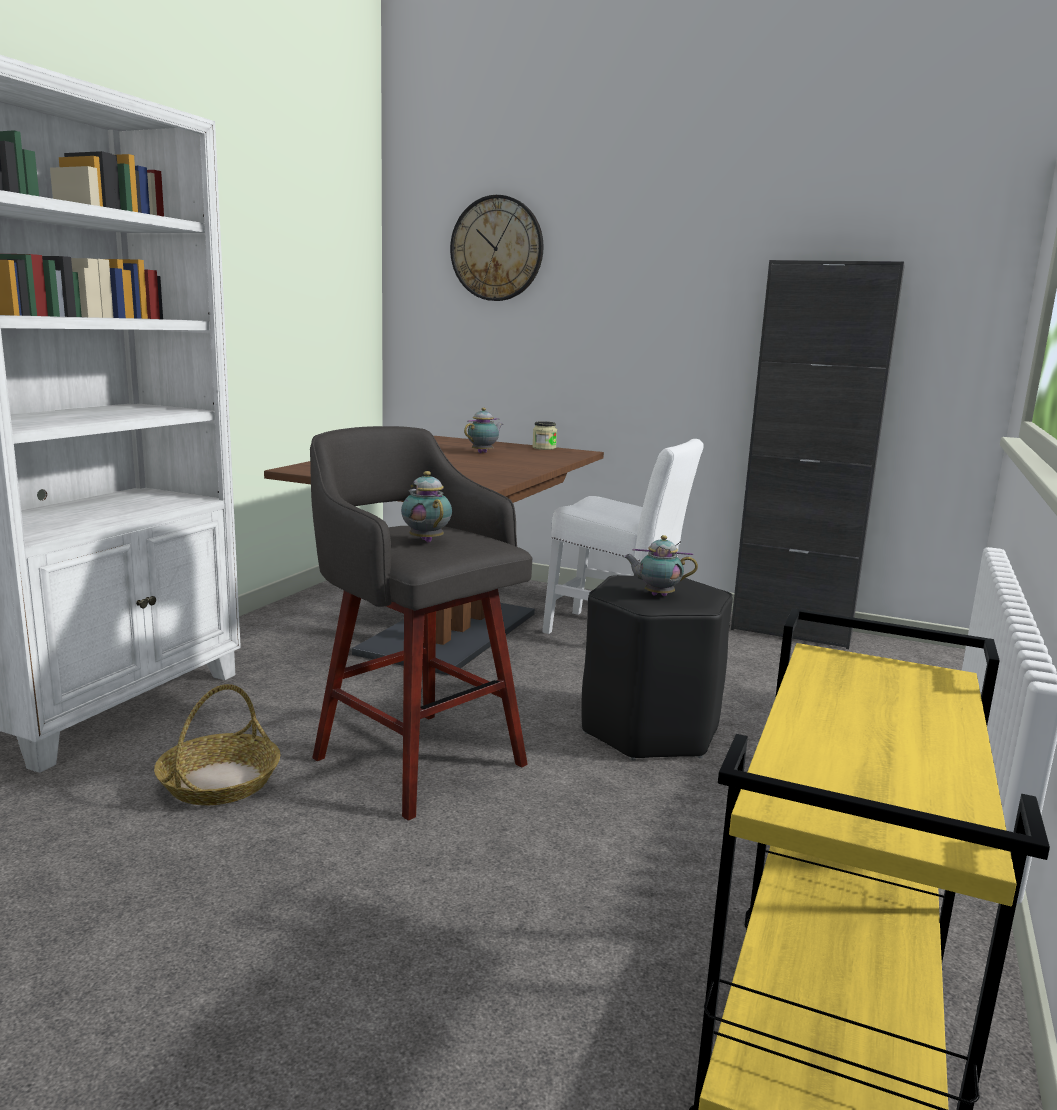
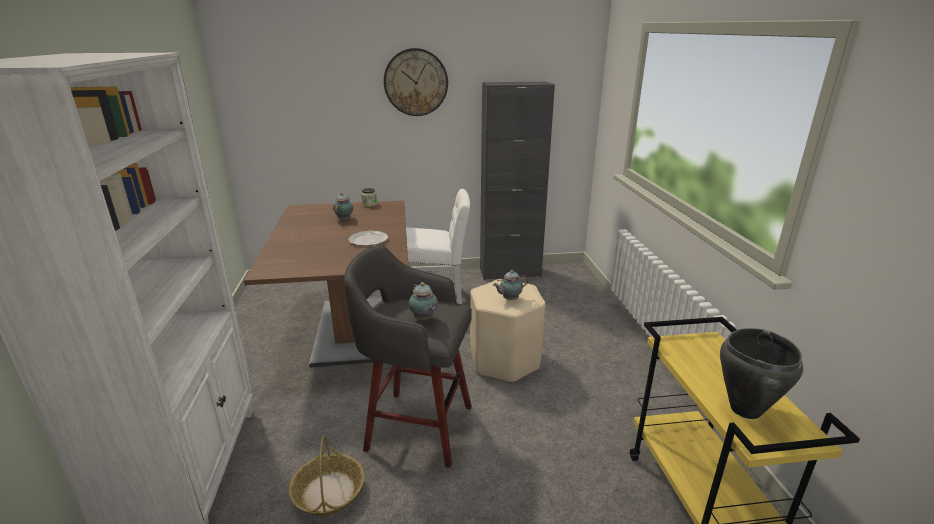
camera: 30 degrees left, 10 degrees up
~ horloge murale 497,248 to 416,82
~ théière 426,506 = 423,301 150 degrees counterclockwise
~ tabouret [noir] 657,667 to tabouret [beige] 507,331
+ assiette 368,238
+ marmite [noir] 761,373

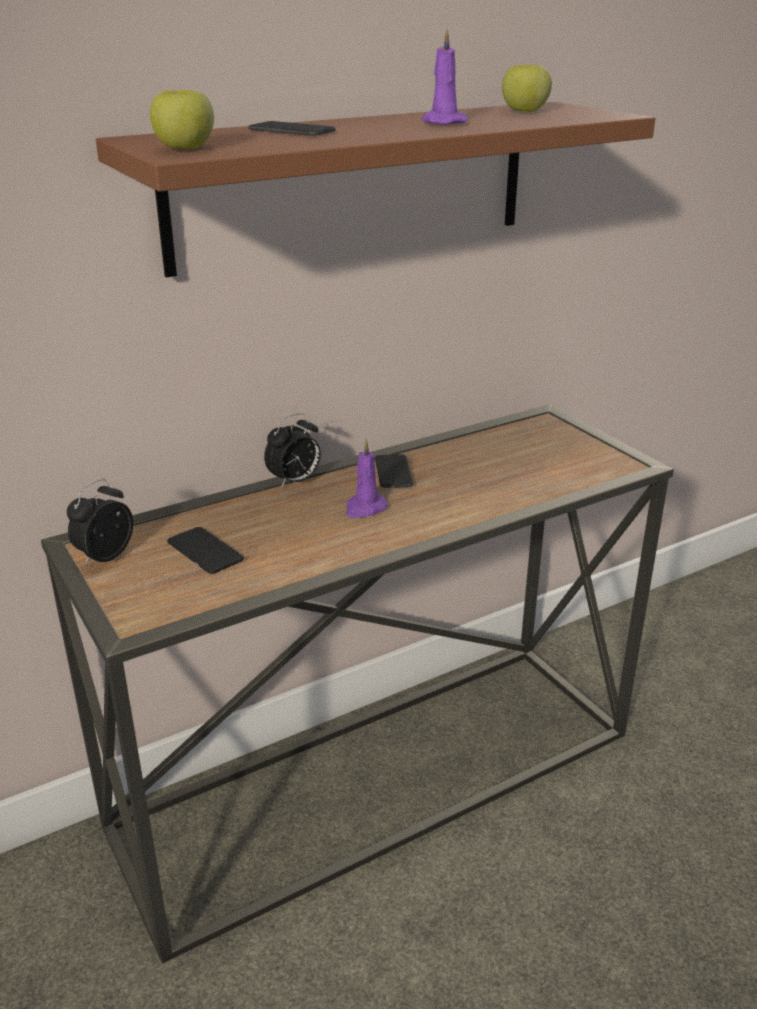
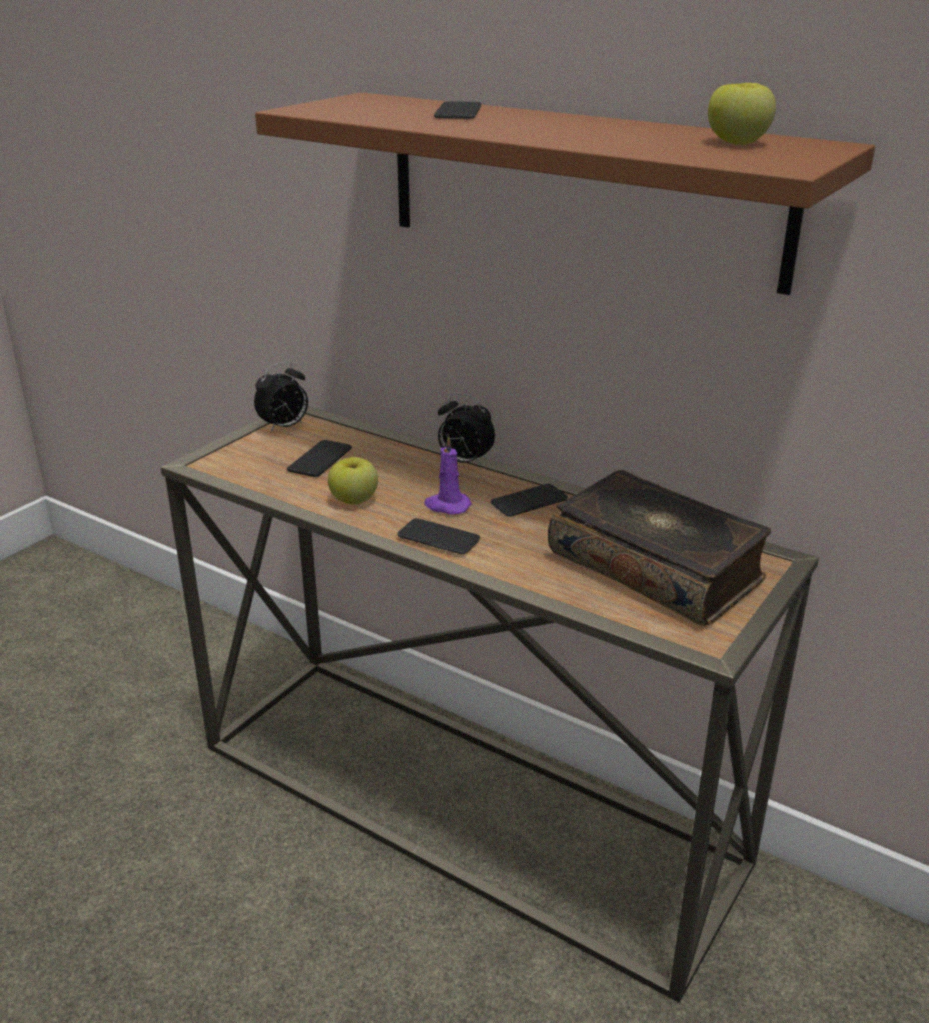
camera: 65 degrees right, 0 degrees up
- bougie [violet] 445,77
~ pomme 182,119 to 353,481
~ réveil 100,522 = 281,397 135 degrees clockwise
+ livre 659,548
+ téléphone 438,536

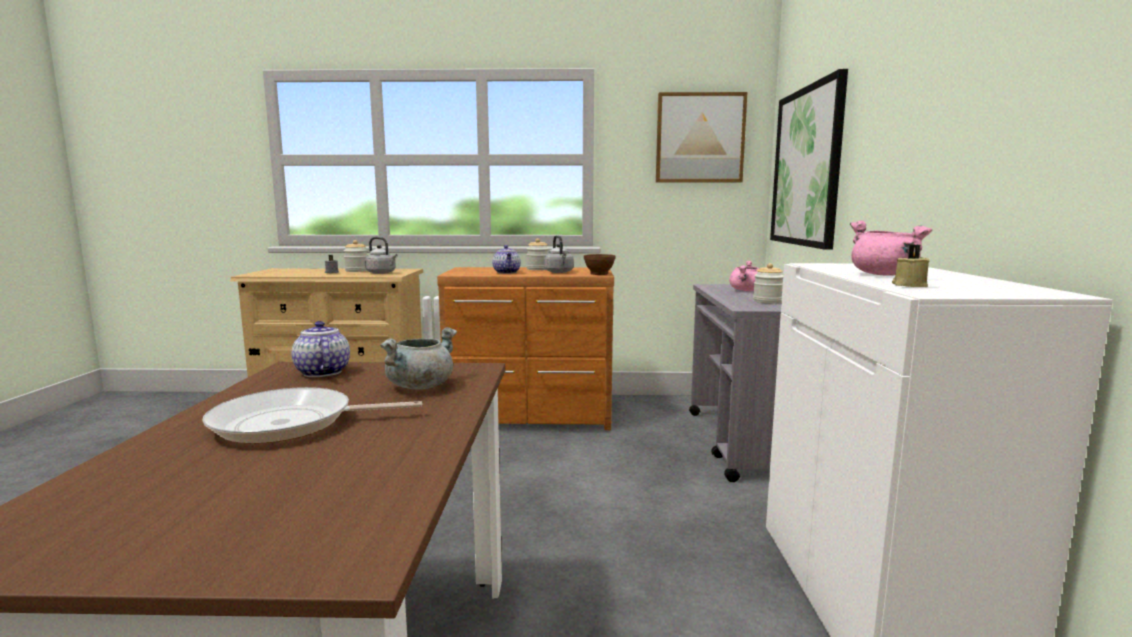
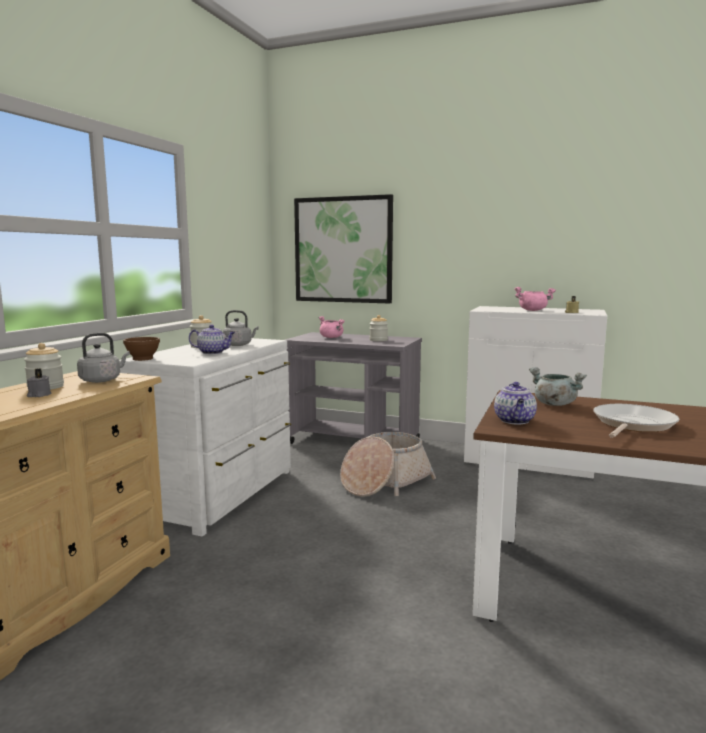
camera: 70 degrees left, 0 degrees up
- tableau 701,137
~ bol [marron] 599,264 to 141,349
~ commode [marron] 525,348 to commode [blanc] 205,437
~ théière 321,349 = 515,403 75 degrees counterclockwise
~ poêle 312,415 = 636,421 150 degrees counterclockwise
+ panier 388,464

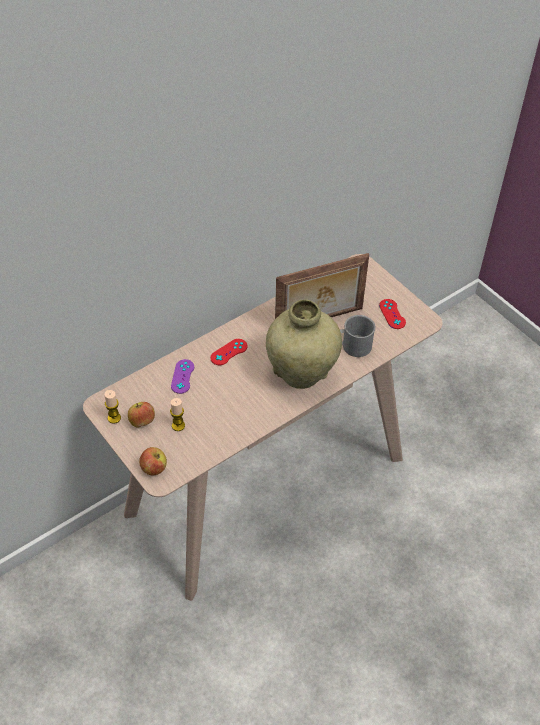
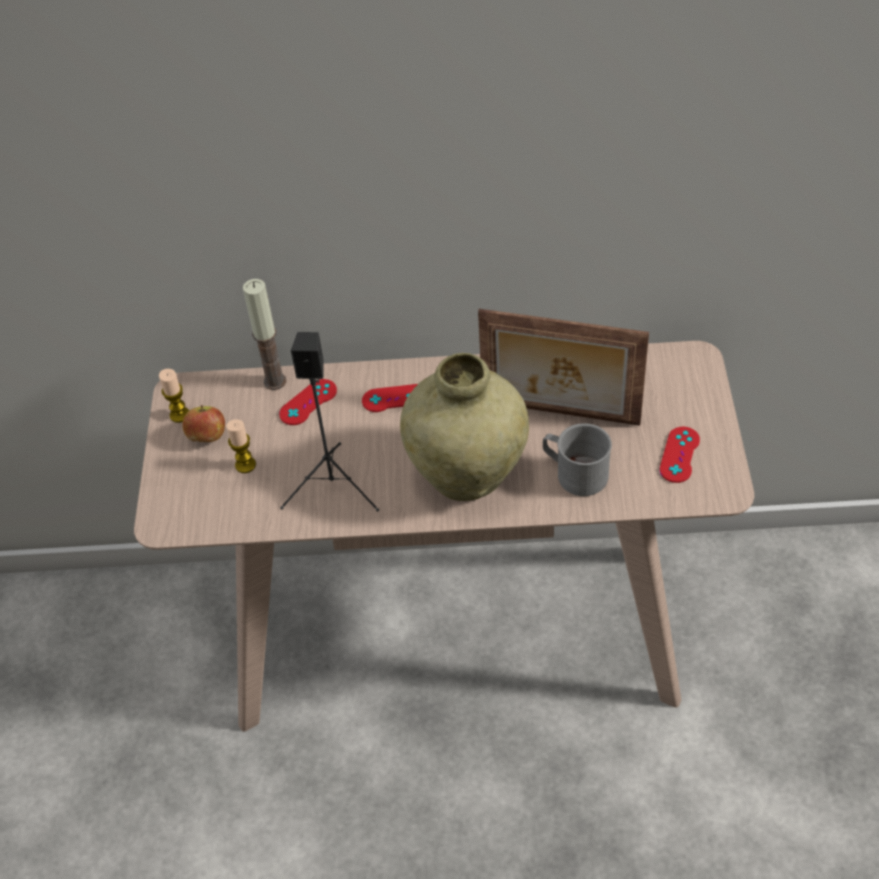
camera: 40 degrees right, 0 degrees up
~ manette [violet] 182,376 to manette [rouge] 308,402
- pomme 153,461
+ bougie 264,334
+ enceinte [noir] 329,422

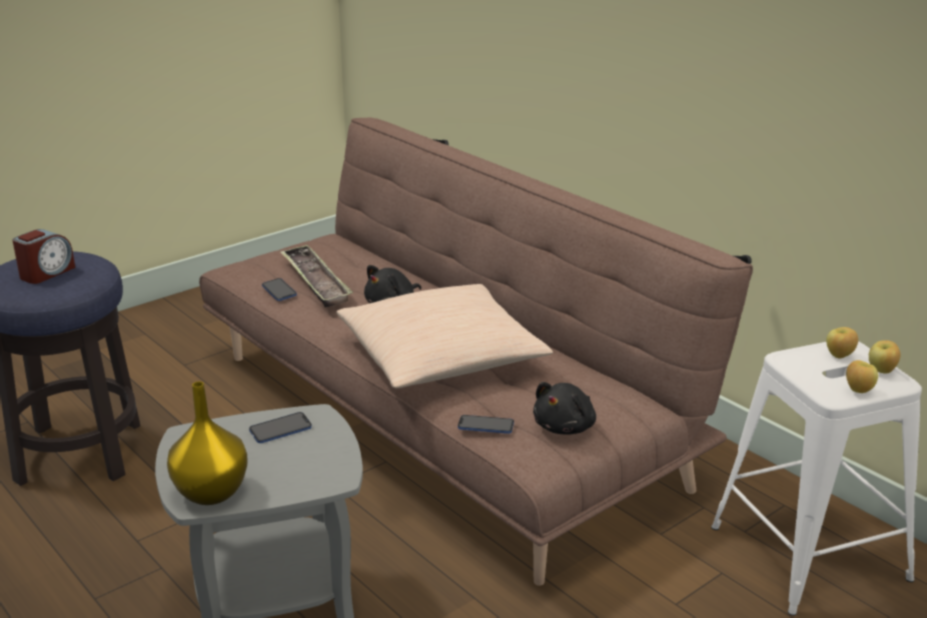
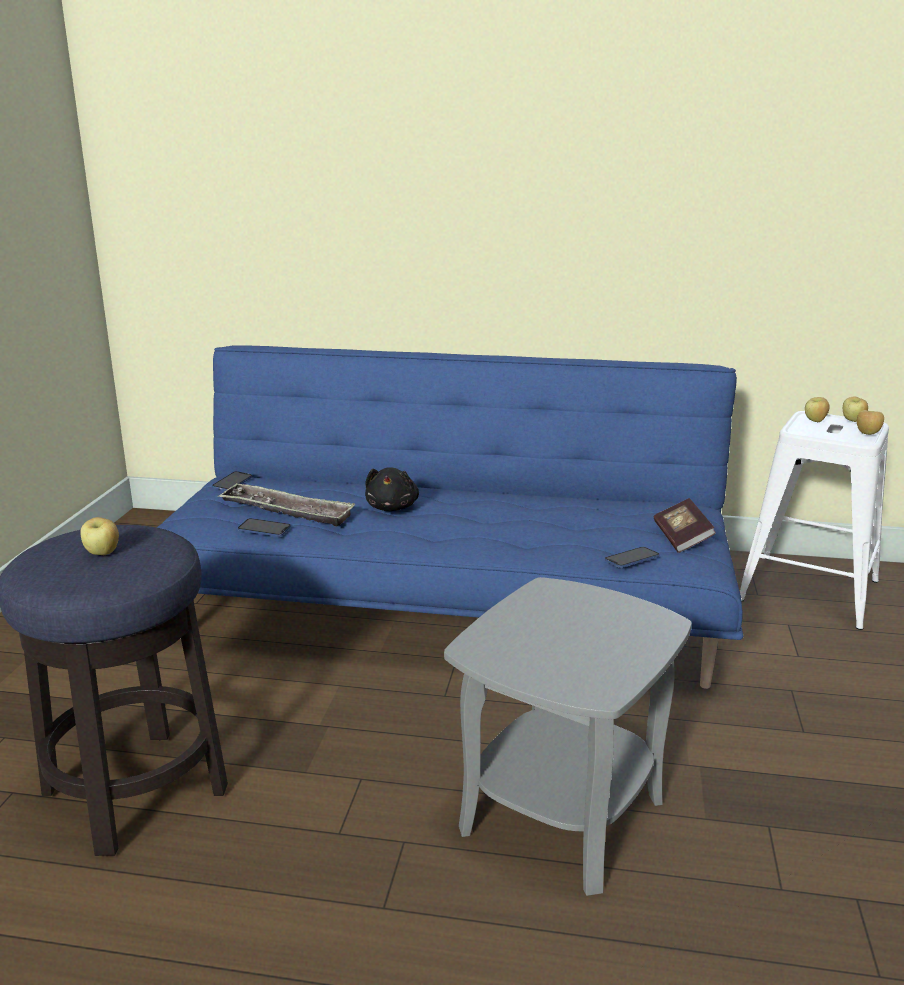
camera: 40 degrees left, 5 degrees down
~ canapé [marron] 476,352 to canapé [bleu] 450,517
~ réveil 43,256 to pomme 99,536
- coussin [beige] 444,336
- vase [jaune] 207,443
~ peluche [noir] 564,408 to livre 685,525
~ téléphone 280,427 to 232,481

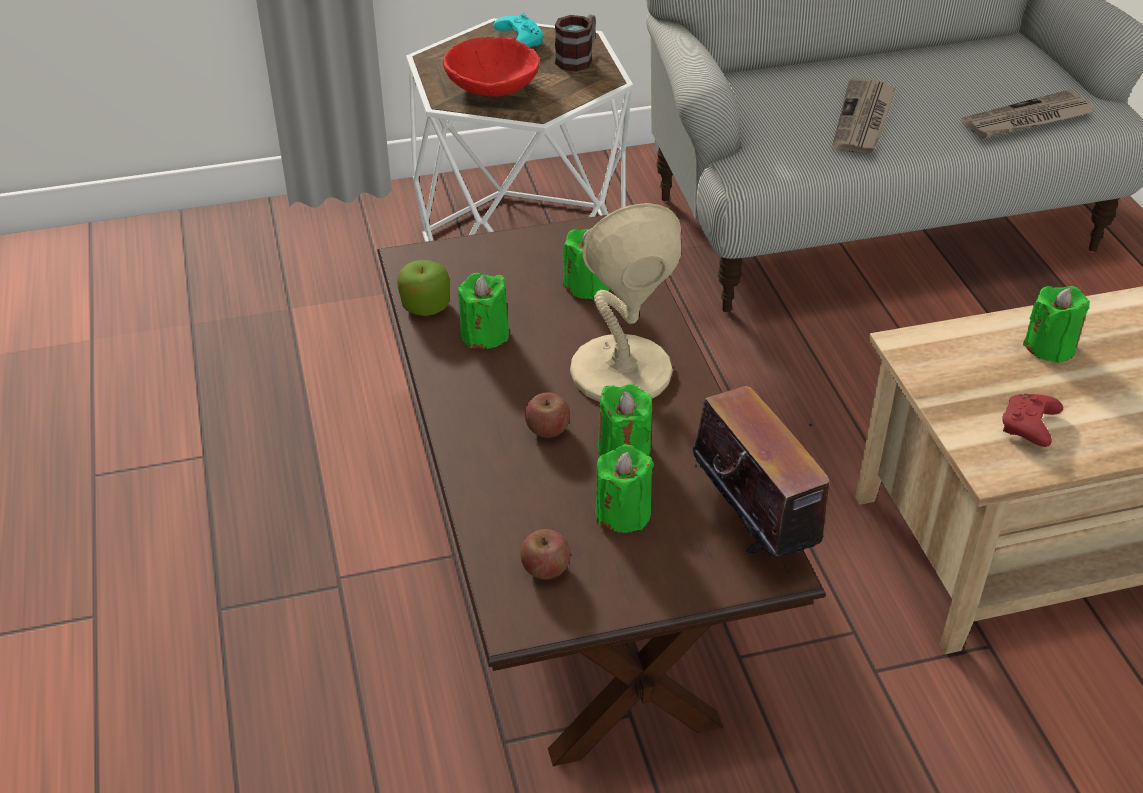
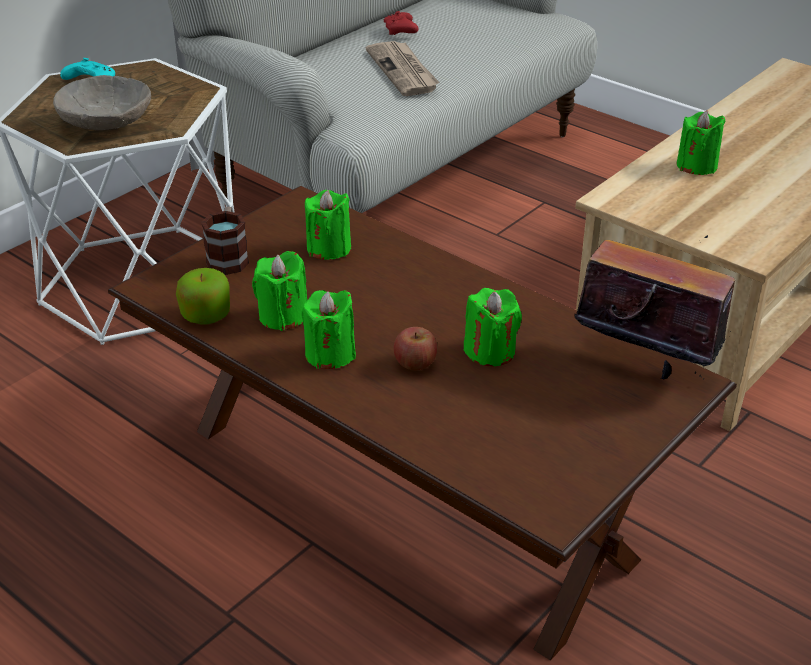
camera: 35 degrees left, 5 degrees down
~ mug 575,43 to 225,241
~ bol [rouge] 491,67 to bol [gris] 102,102
- journal 1027,114
- lampe de table [beige] 625,302
~ manette [rouge] 1032,420 to 401,23
~ bougie [vert] 625,488 to 328,329
- pomme 545,554

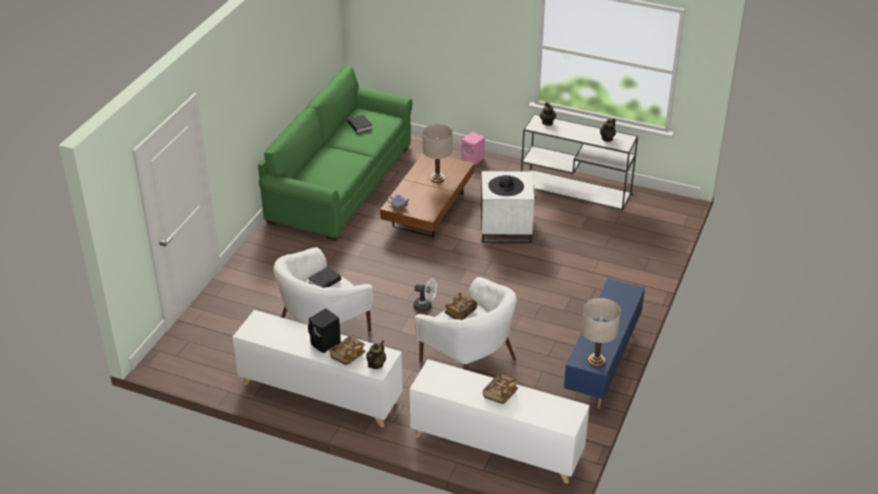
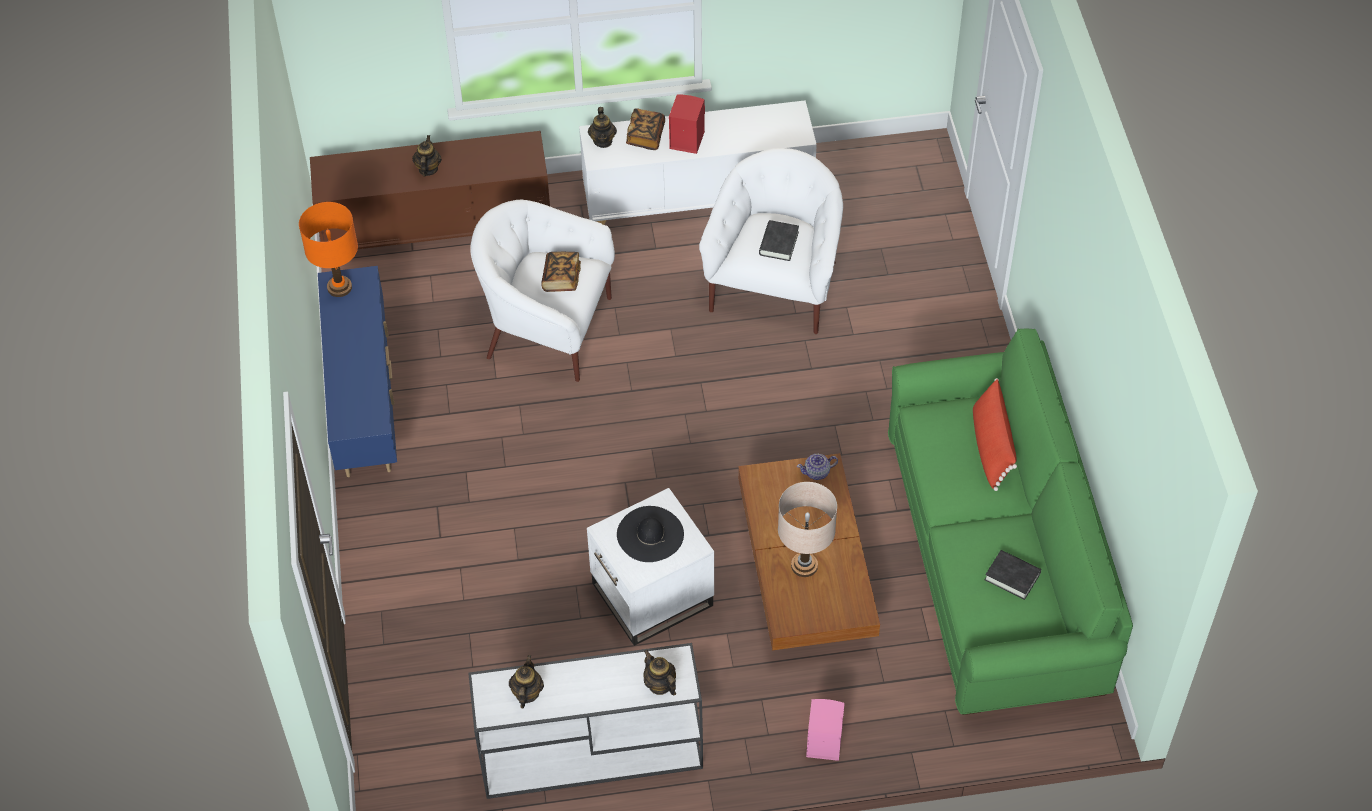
camera: 150 degrees right, 15 degrees up
- ventilateur [blanc] 425,295
~ lampe de table [beige] 601,332 to lampe de table [orange] 328,249
~ enceinte [noir] 324,330 to enceinte [rouge] 687,124
~ meuble de rangement [blanc] 500,421 to meuble de rangement [marron] 430,190
~ livre 500,389 to théière 427,155
+ coussin [rouge] 995,434

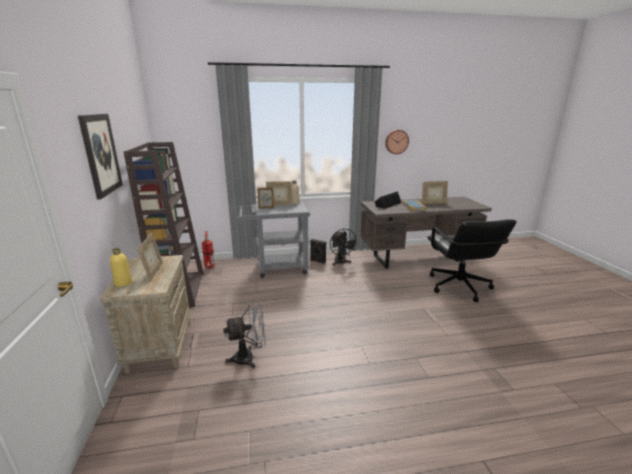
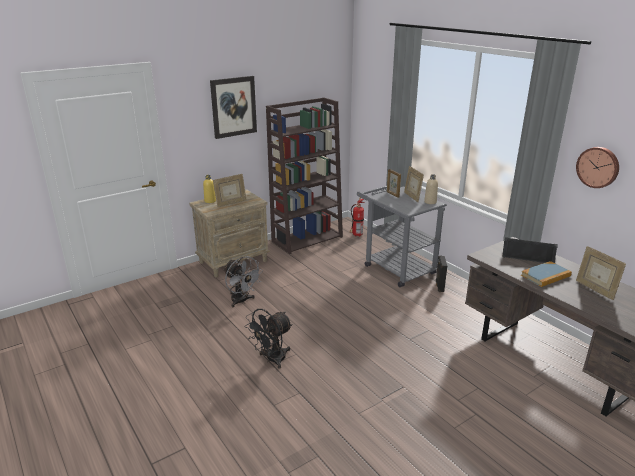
camera: 65 degrees right, 5 degrees up
- chaise de bureau [noir] 472,260
~ ventilateur [noir] 344,247 to 269,339

